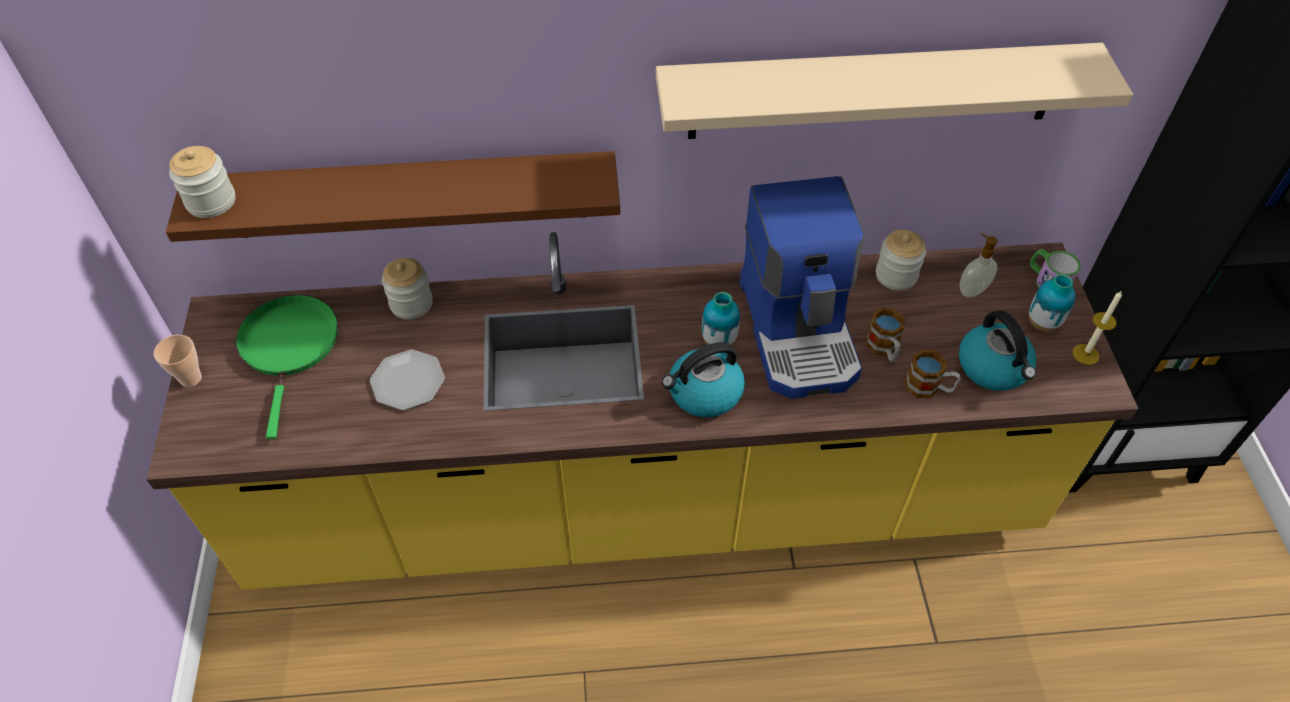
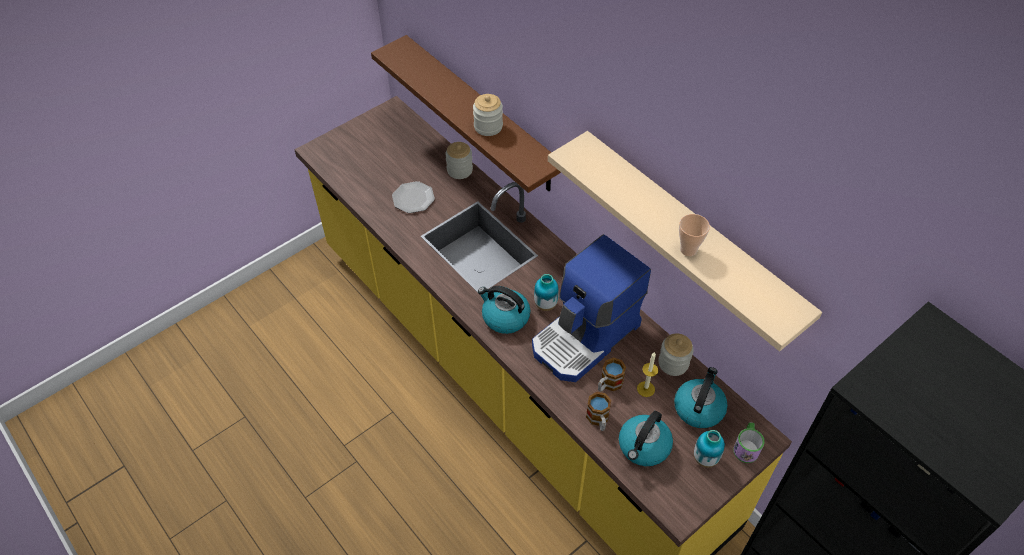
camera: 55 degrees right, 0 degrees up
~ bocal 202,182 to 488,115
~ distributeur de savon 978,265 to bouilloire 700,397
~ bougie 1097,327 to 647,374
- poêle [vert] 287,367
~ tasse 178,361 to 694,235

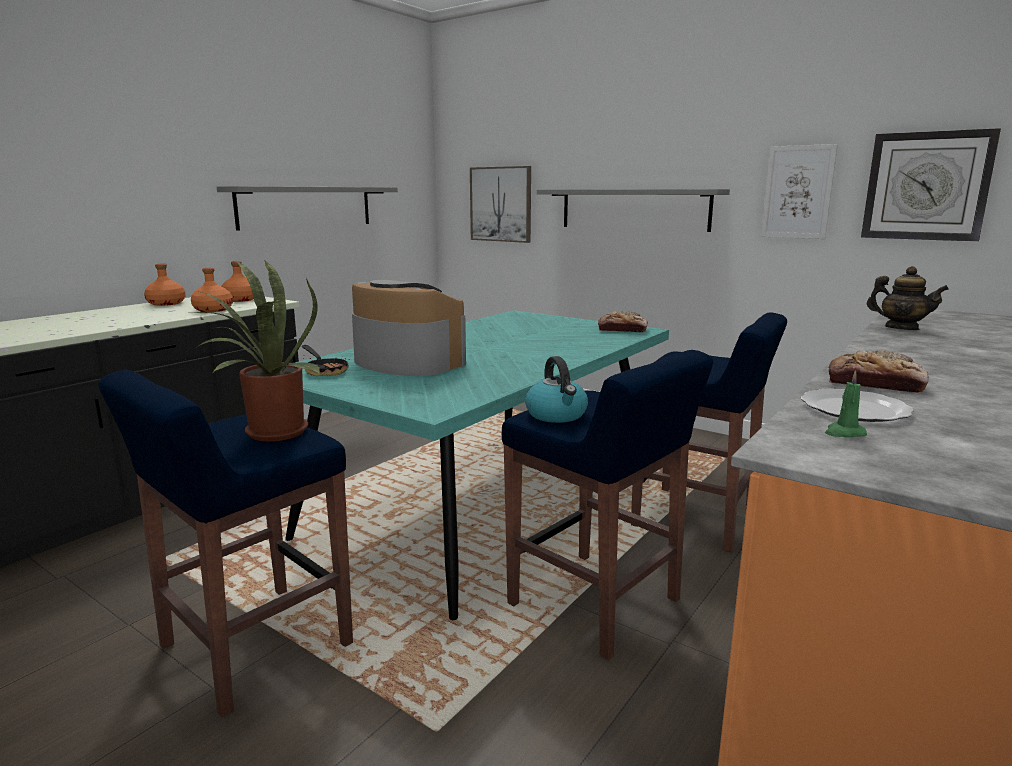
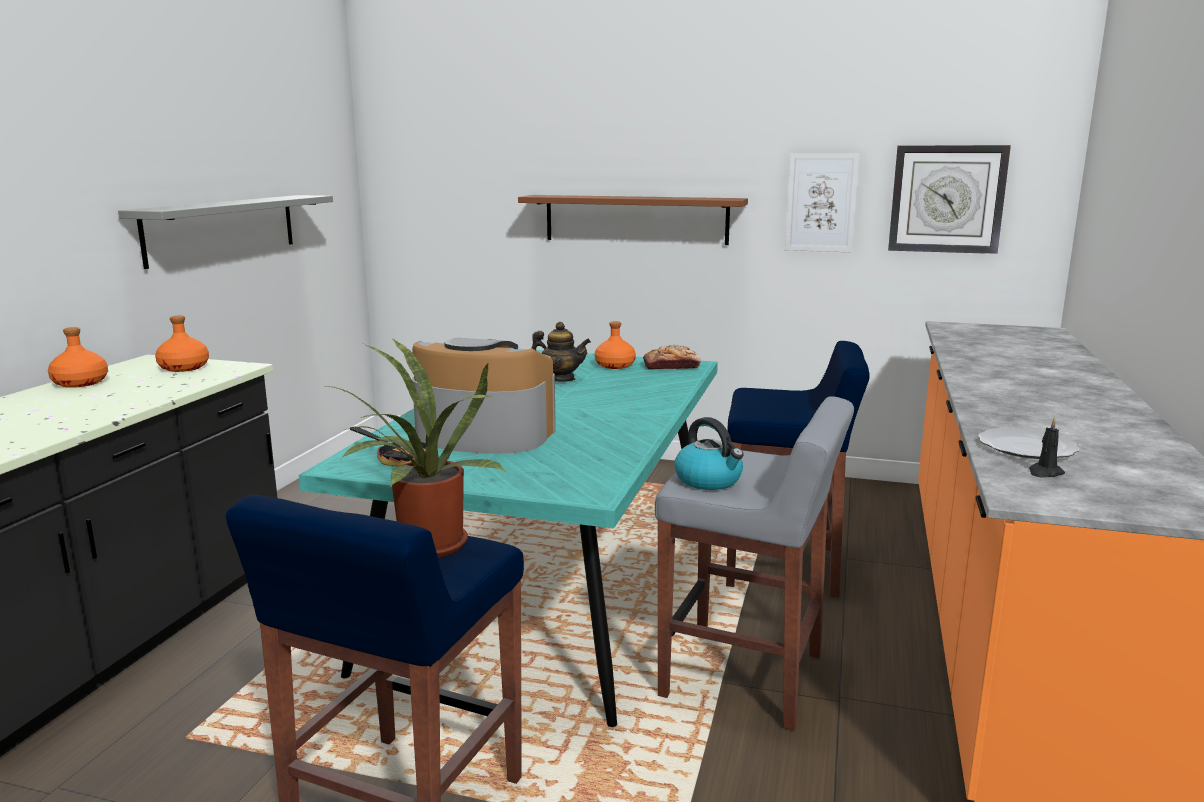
camera: 20 degrees left, 0 degrees up
- tableau 500,204
~ étagère [gris] 633,210 to étagère [marron] 633,220
~ théière 908,298 to 561,352
~ bouteille [orange] 212,290 to 615,345
~ tabouret [bleu] 607,505 to tabouret [gris] 754,563
- pain 879,371
~ bougie [vert] 846,403 to bougie [noir] 1047,447

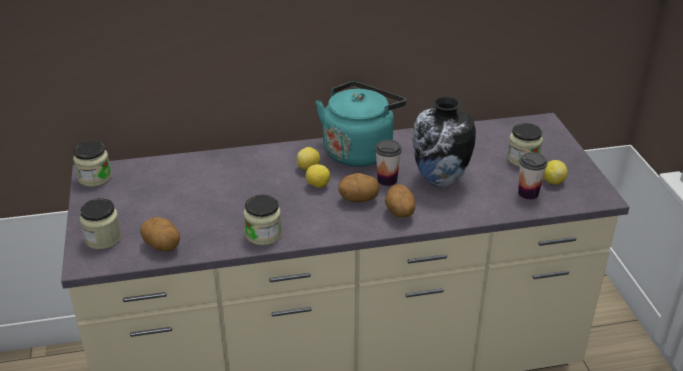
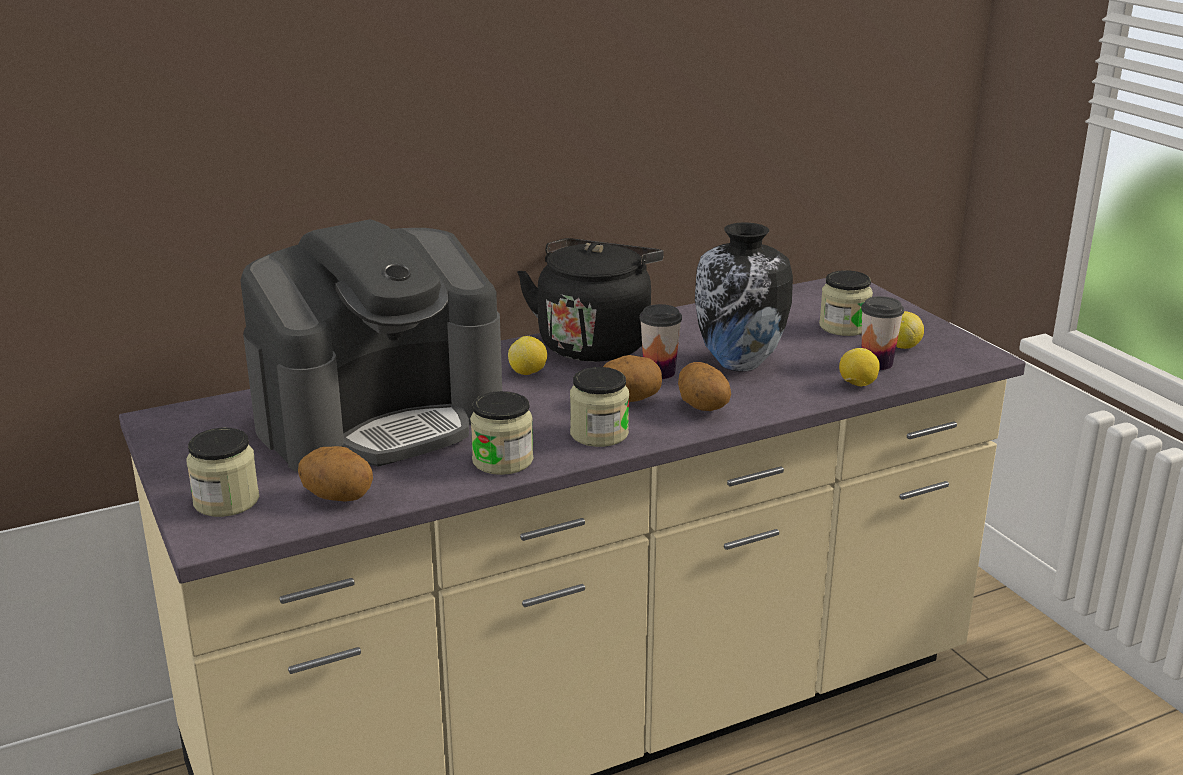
camera: 15 degrees left, 10 degrees down
~ bouilloire [turquoise] 361,124 to bouilloire [noir] 590,300
~ bocal 92,164 to 599,407
~ citron 318,176 to 859,367
+ machine à café 371,345

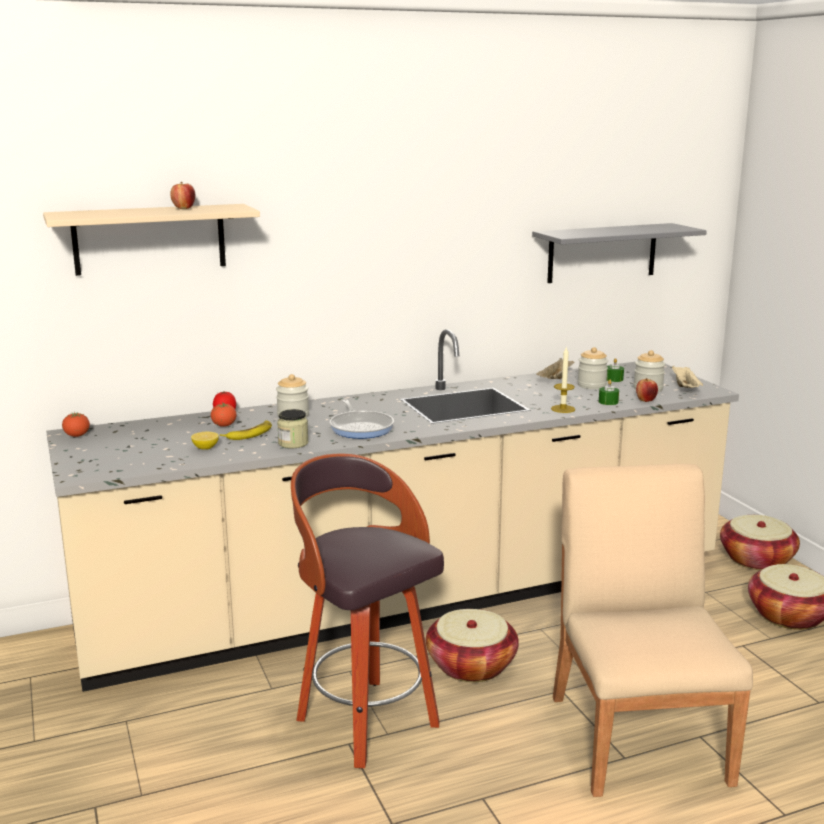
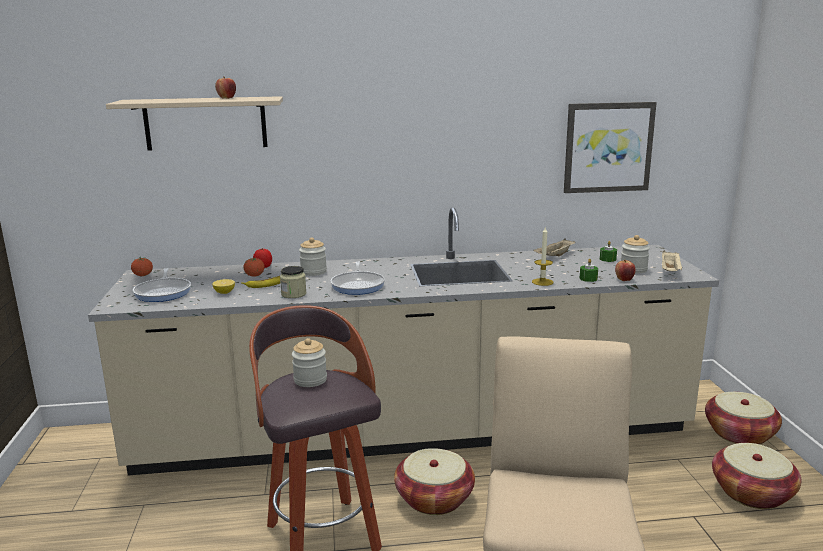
camera: 15 degrees right, 0 degrees up
~ étagère [gris] 619,253 to tableau 610,147
~ bocal 592,368 to 309,362
+ poêle 162,285

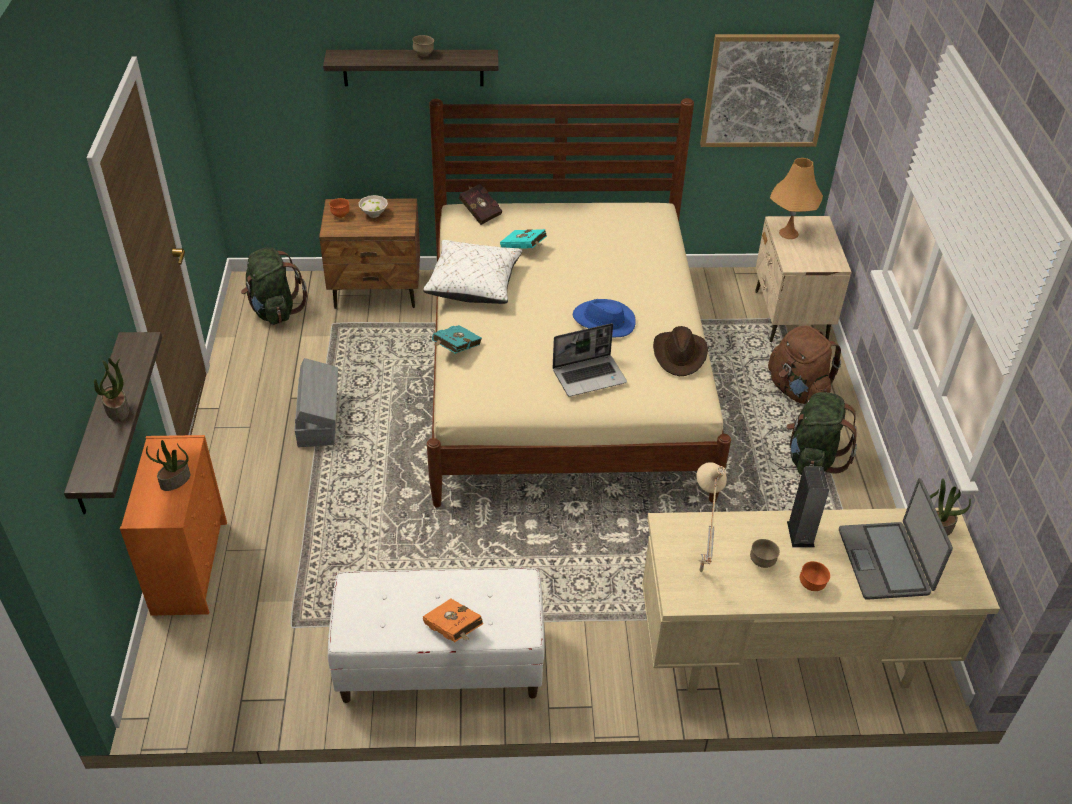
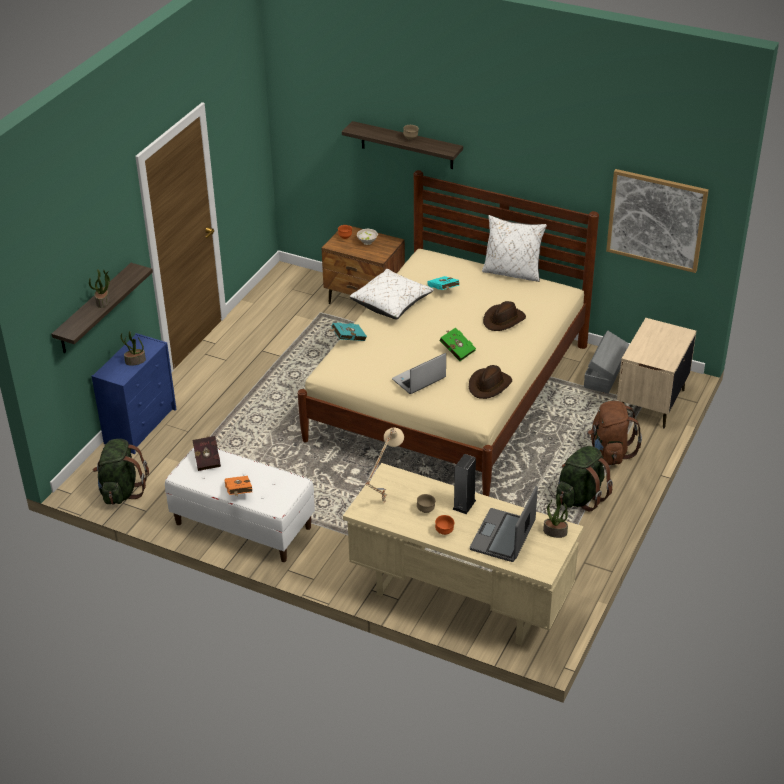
camera: 30 degrees right, 5 degrees down
- lampe de table [orange] 796,198
~ livre [rouge] 480,204 to 206,453
~ sac à dos [vert] 274,286 to 121,472
~ chapeau [bleu] 604,318 to livre [vert] 457,344
~ ordinateur portable 590,360 = 419,373 135 degrees clockwise
~ boîte de rangement [gris] 316,402 to 606,362
~ commode [orange] 173,525 to commode [bleu] 134,393
+ coussin [blanc] 514,248
+ chapeau [marron] 504,316

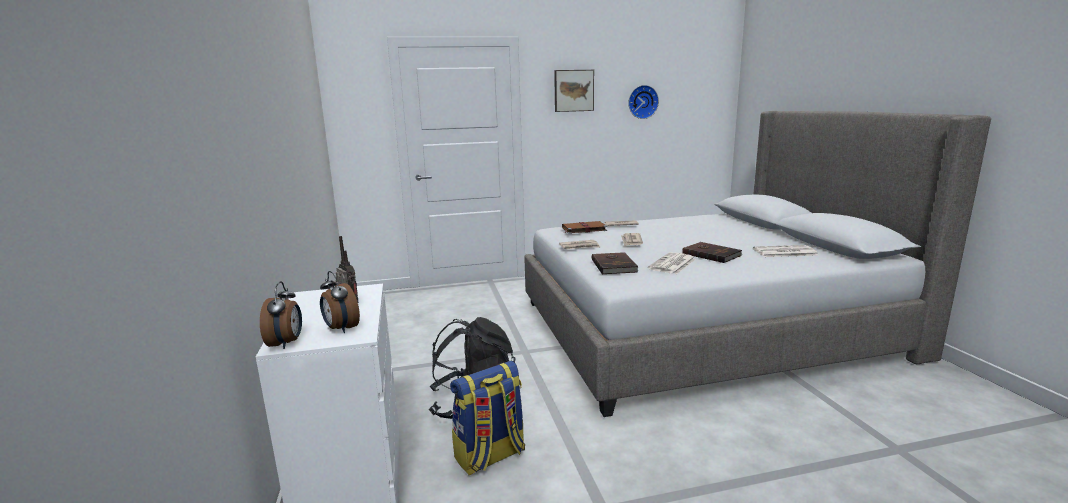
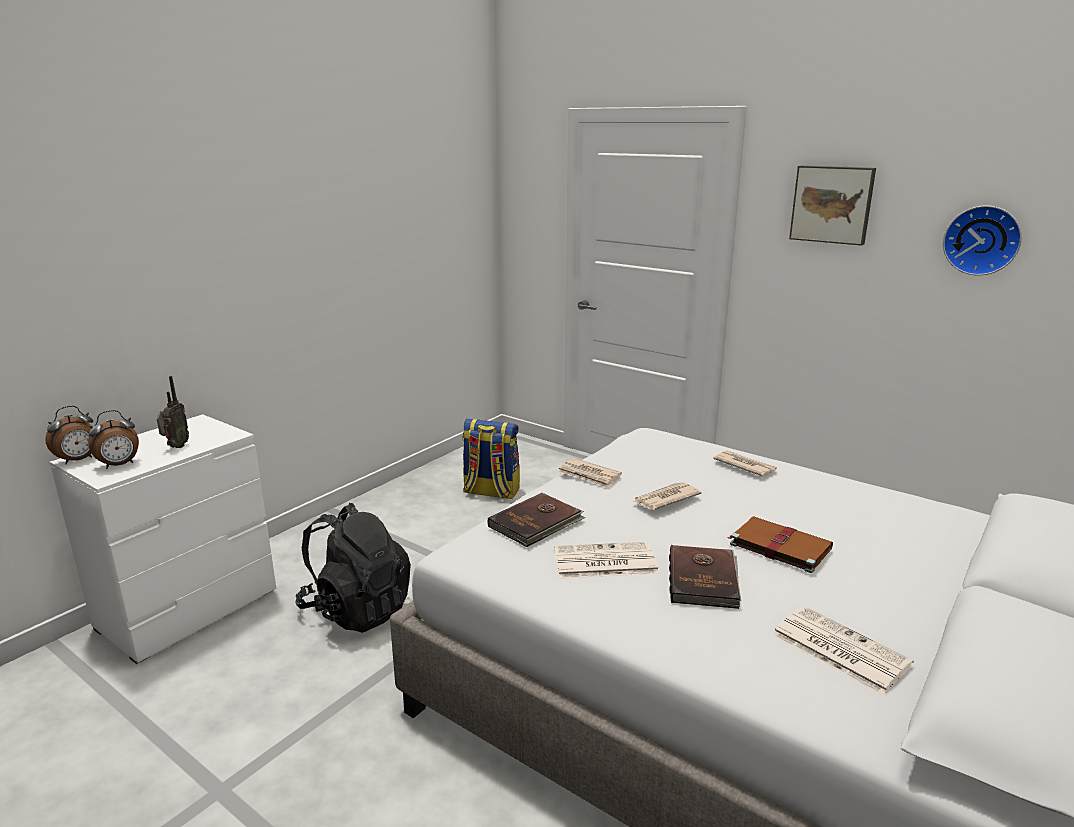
camera: 50 degrees right, 5 degrees up
~ livre [marron] 584,227 to 780,544
~ réveil 340,302 = 113,439 135 degrees counterclockwise
~ sac à dos 487,418 to 491,459

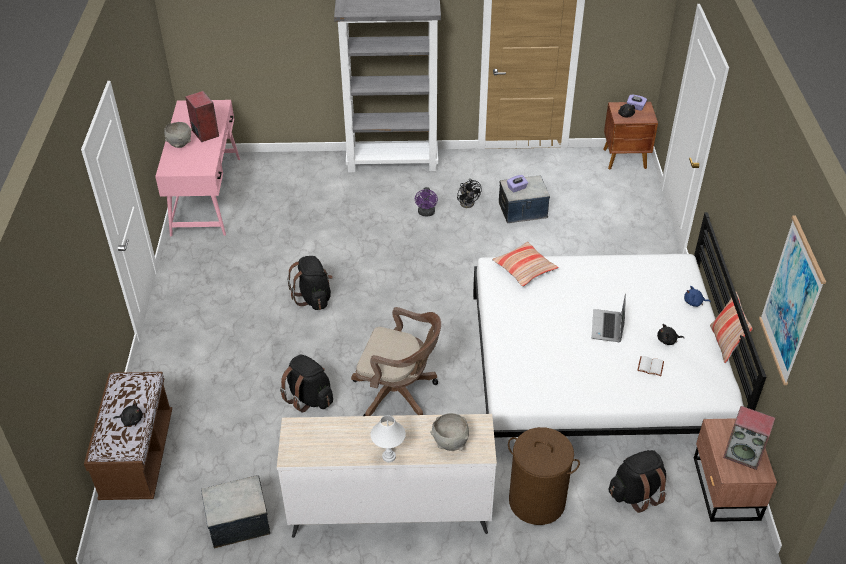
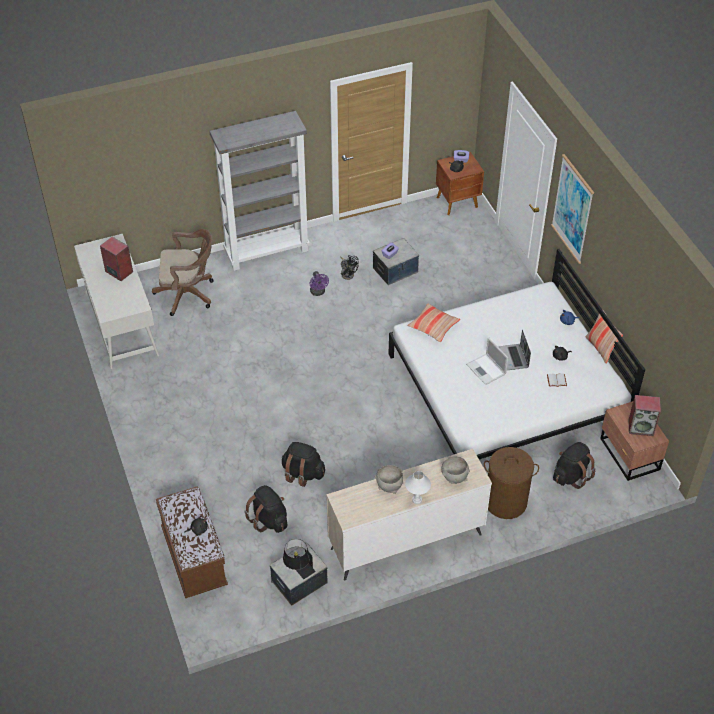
camera: 20 degrees left, 5 degrees up
~ bureau [rose] 197,168 to bureau [blanc] 116,301
~ bol [gris] 178,135 to 389,479
~ tableau 792,300 to 572,209
~ sac à dos [noir] 310,283 to 265,509
~ chaise de bureau [marron] 396,361 to 182,272
+ ordinateur portable 487,361
+ lampe de table [noir] 299,559

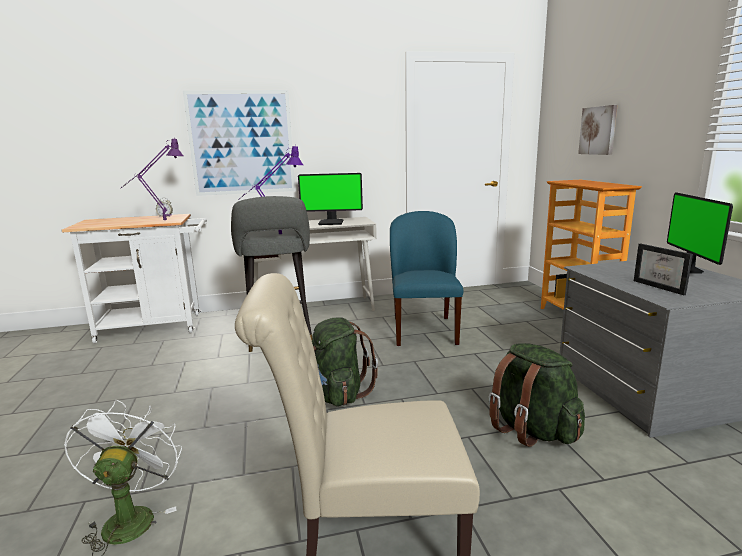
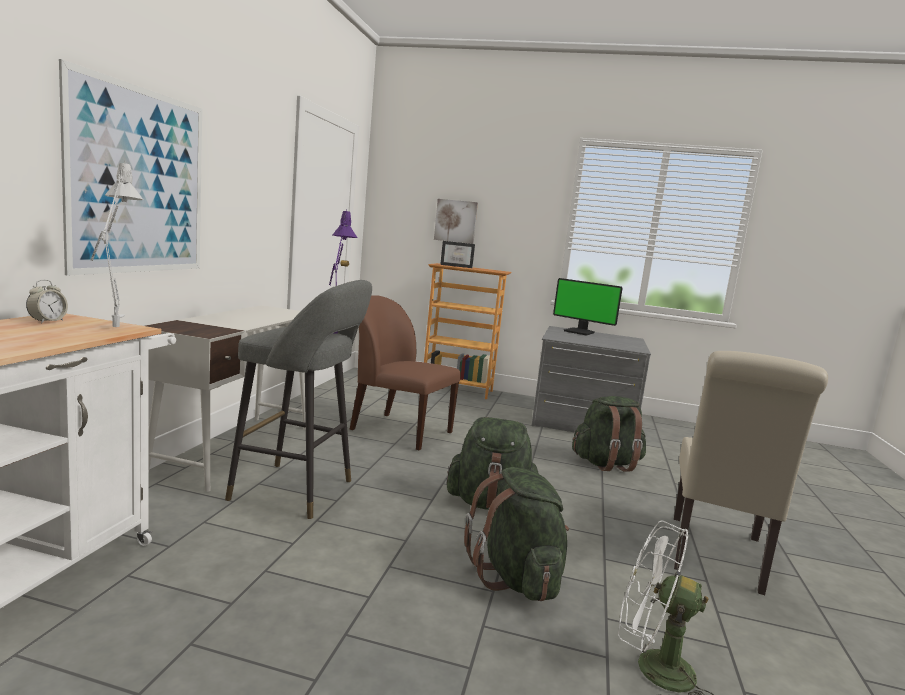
camera: 65 degrees left, 5 degrees down
~ lampe de table [violet] 152,179 to lampe de table [gris] 117,244
- écran d'ordinateur 330,199
~ chaise [bleu] 426,278 to chaise [marron] 405,372
~ cadre photo 663,269 to 457,254
+ sac à dos [vert] 516,534

